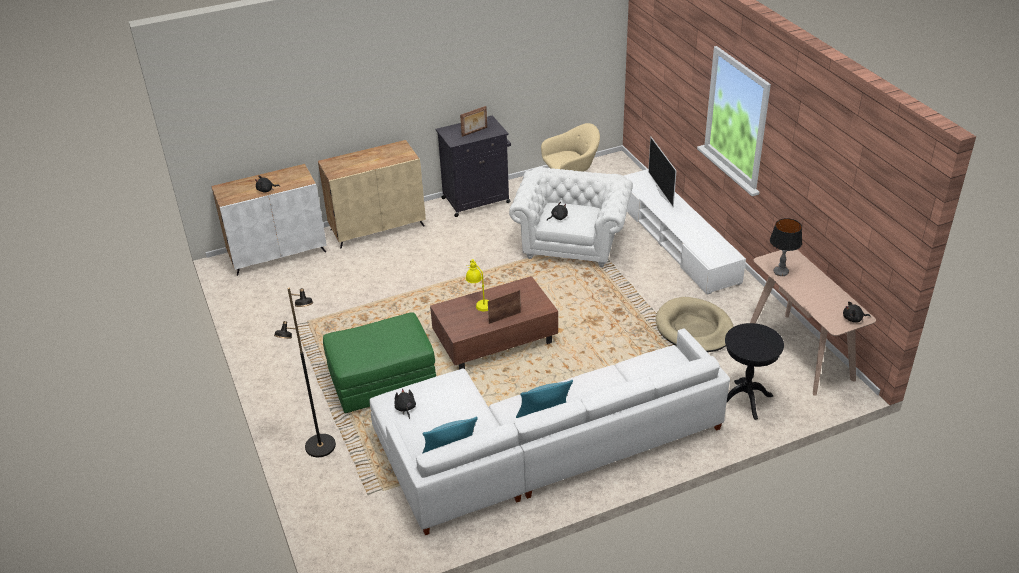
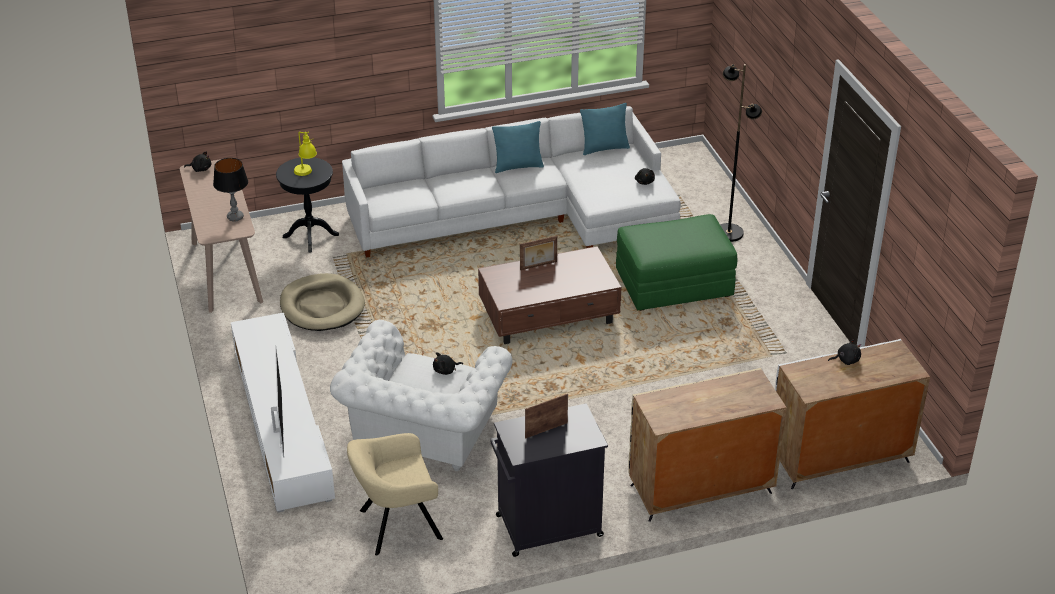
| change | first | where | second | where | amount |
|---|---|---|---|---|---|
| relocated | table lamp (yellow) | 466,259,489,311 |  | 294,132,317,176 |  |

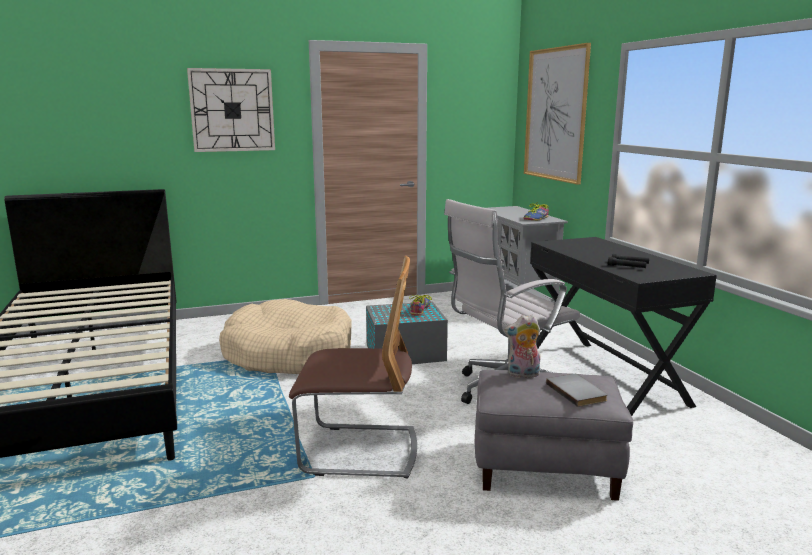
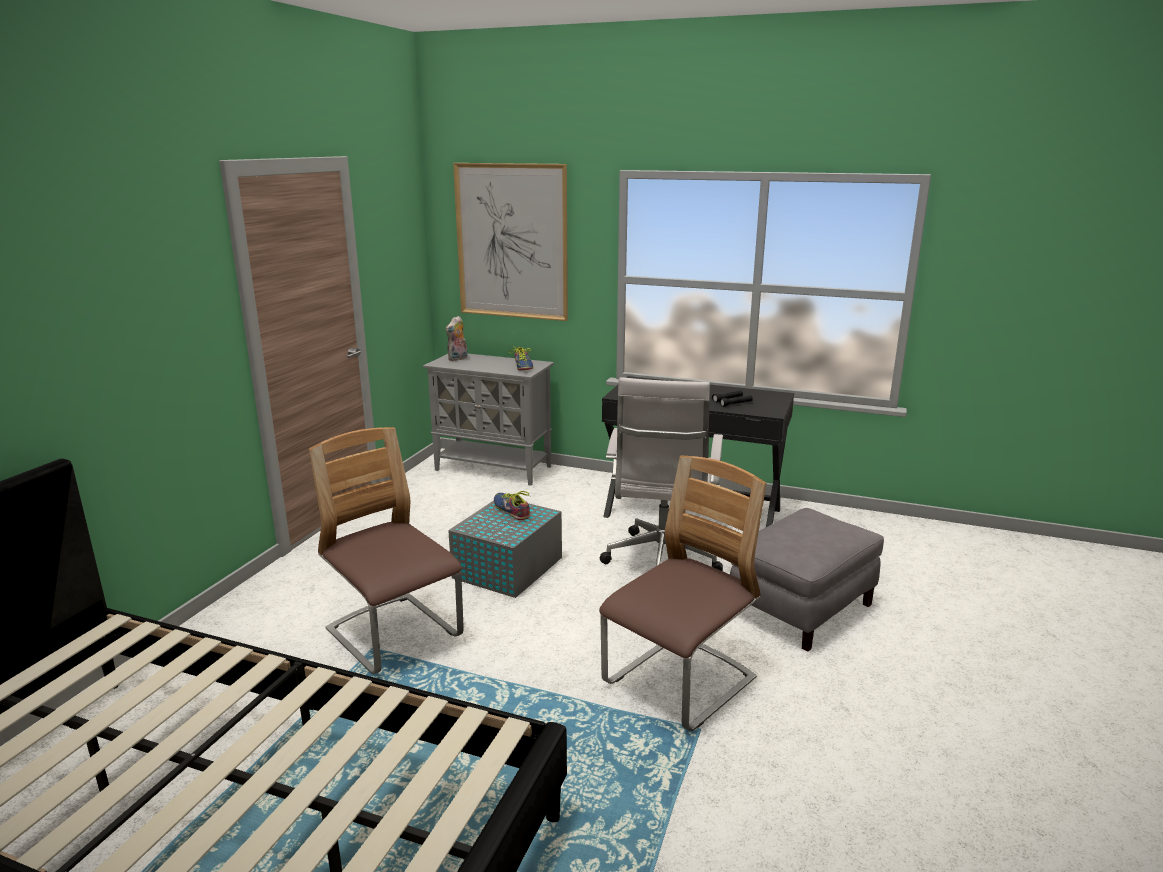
| change | first | where | second | where | amount |
|---|---|---|---|---|---|
| missing | wall clock | 187,68,275,152 |  |  |  |
| exchanged | dog bed (beige) | 219,299,352,374 | chair | 309,427,464,674 |  |
| relocated | plush toy | 505,314,540,378 |  | 446,316,467,361 |  |
| missing | book (grey) | 546,374,608,407 |  |  |  |

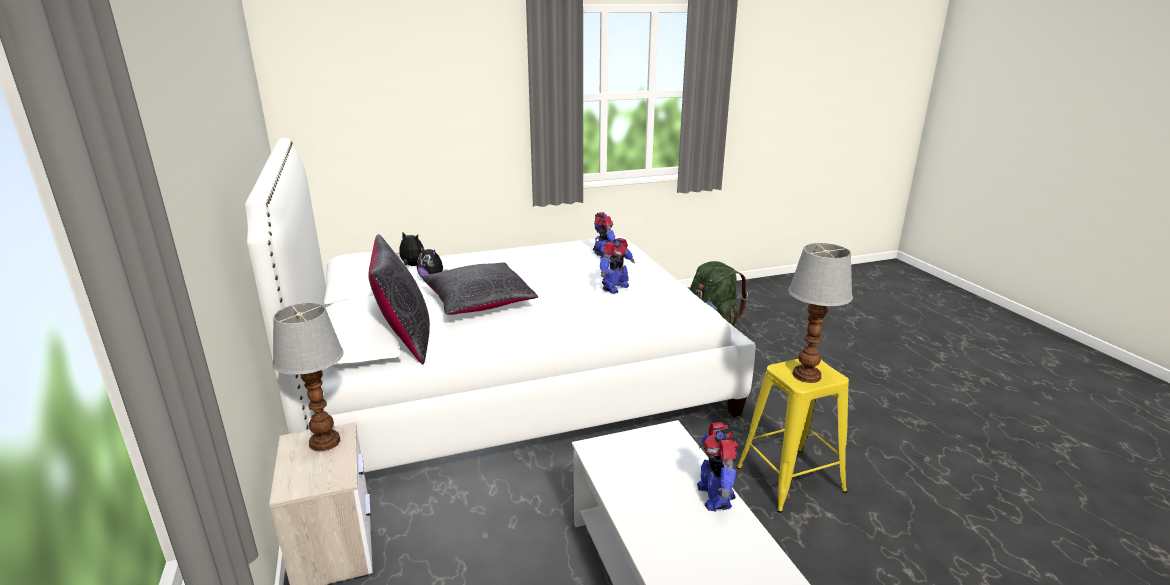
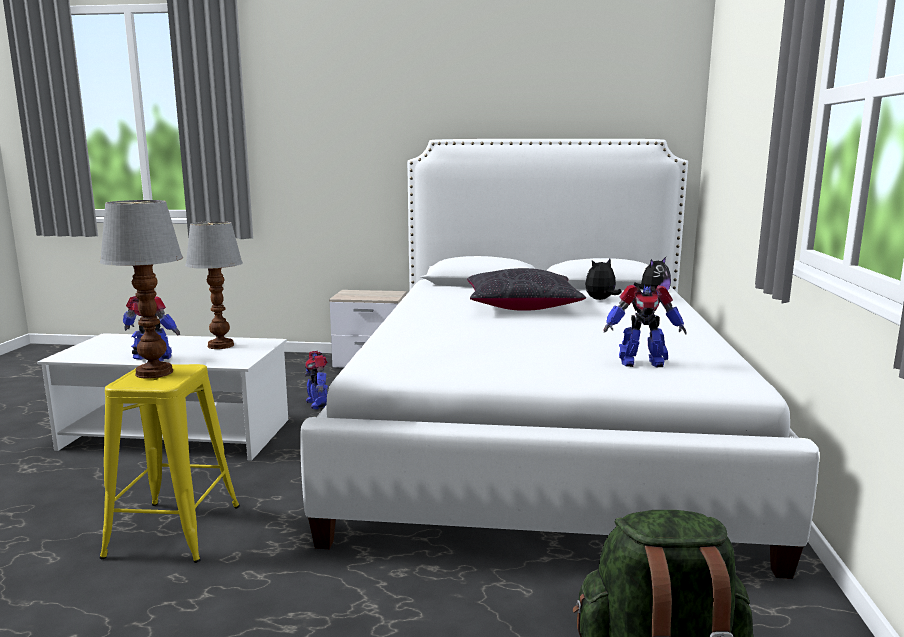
| change | first | where | second | where | amount |
|---|---|---|---|---|---|
| missing | pillow (black) | 368,234,430,364 |  |  |  |
| relocated | toy robot | 600,238,635,294 |  | 305,351,328,409 |  |
| relocated | table lamp | 272,303,344,452 |  | 185,221,243,349 |  |

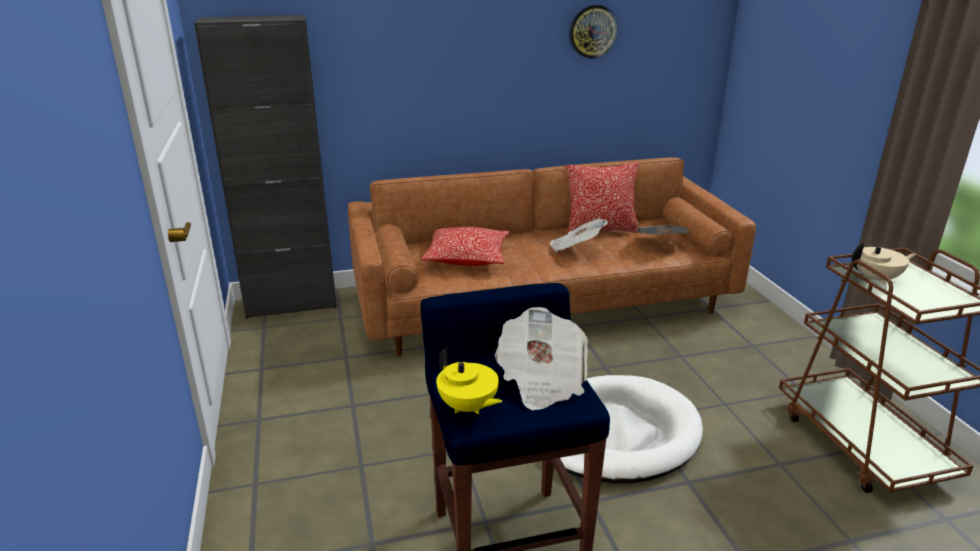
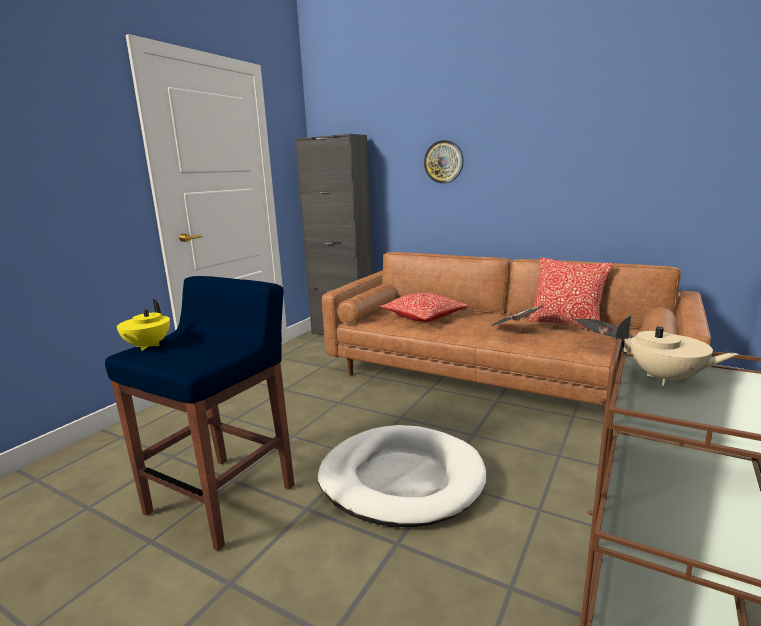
| change | first | where | second | where | amount |
|---|---|---|---|---|---|
| relocated | wall clock | 569,4,618,59 |  | 424,140,464,183 |  |
| missing | newspaper | 495,307,588,410 |  |  |  |

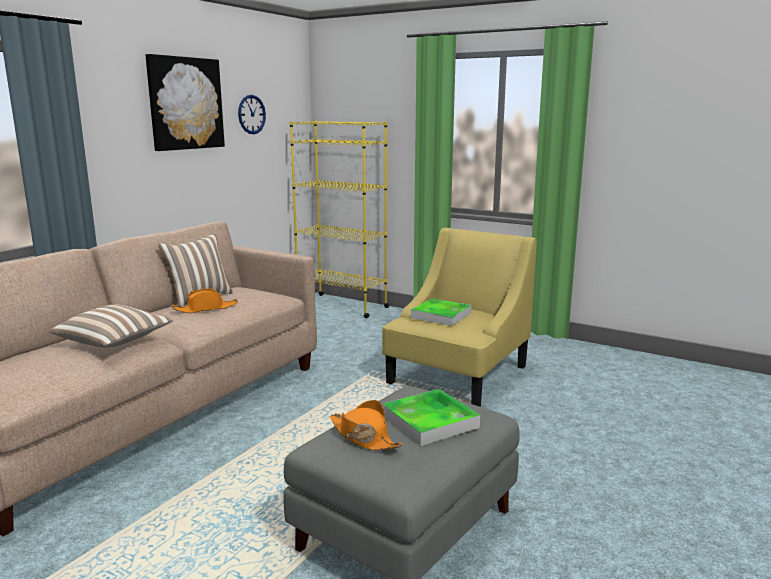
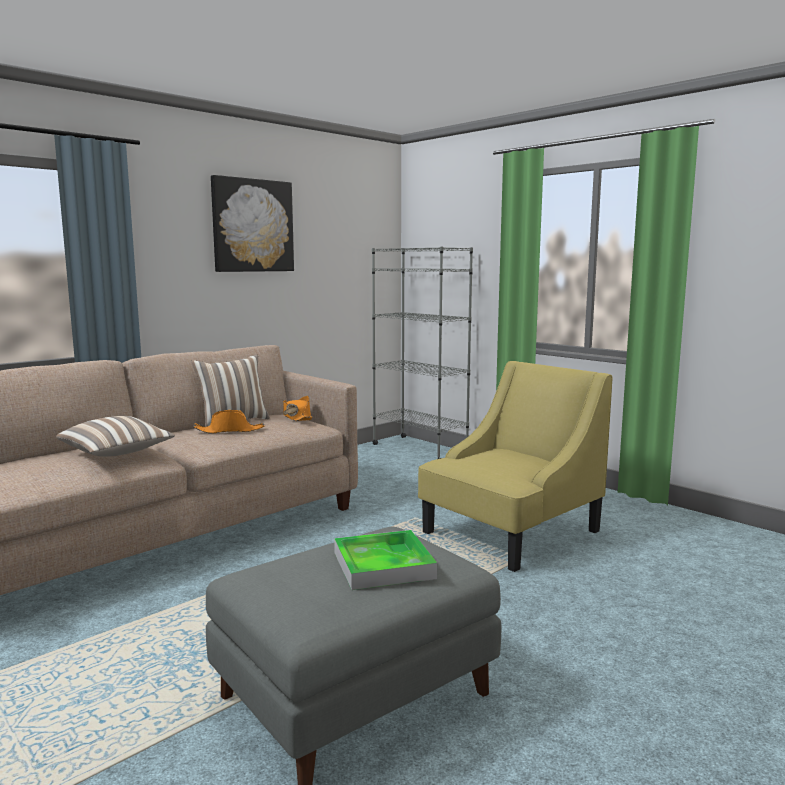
| change | first | where | second | where | amount |
|---|---|---|---|---|---|
| missing | wall clock | 238,95,266,134 |  |  |  |
| colour | bookcase (yellow) | 290,121,390,318 | bookcase (grey) | 372,246,473,459 |  |
| missing | tray | 411,298,471,326 |  |  |  |
| relocated | hat (orange) | 330,400,403,451 |  | 283,396,312,421 |  |

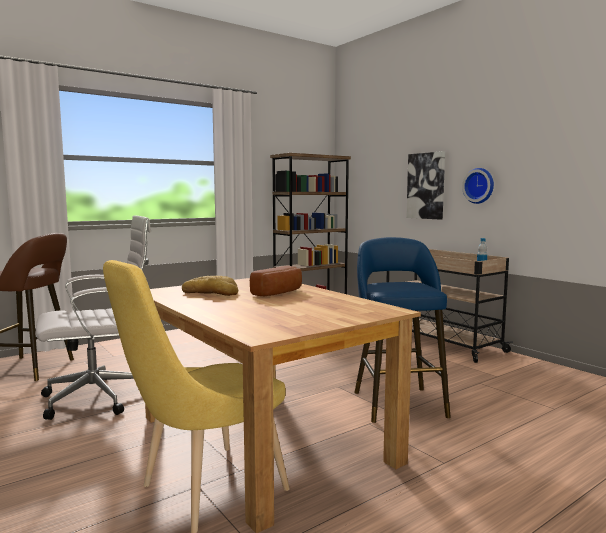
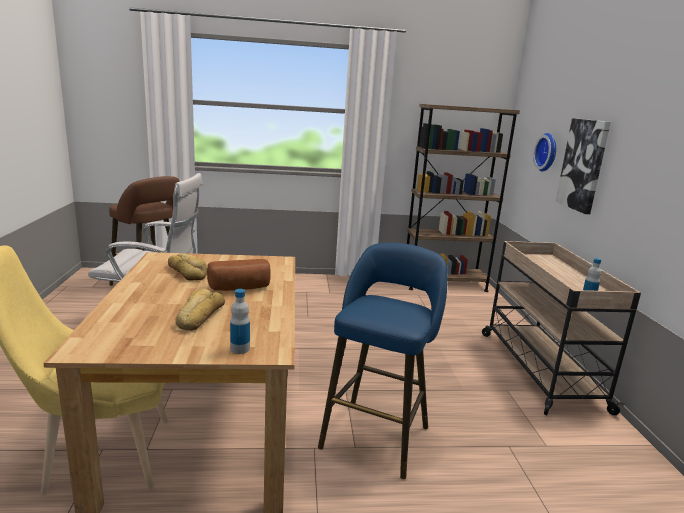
| change | first | where | second | where | amount |
|---|---|---|---|---|---|
| relocated | wall clock | 462,168,494,204 |  | 533,133,556,171 |  |
| appeared |  |  | bread | 175,289,225,331 |  |
| appeared |  |  | bottle | 230,289,250,354 |  |

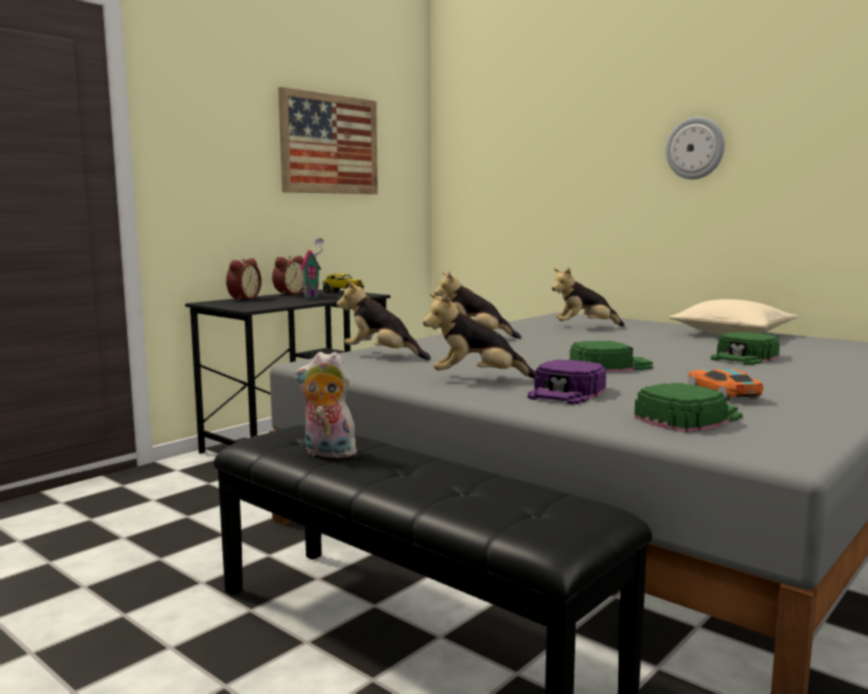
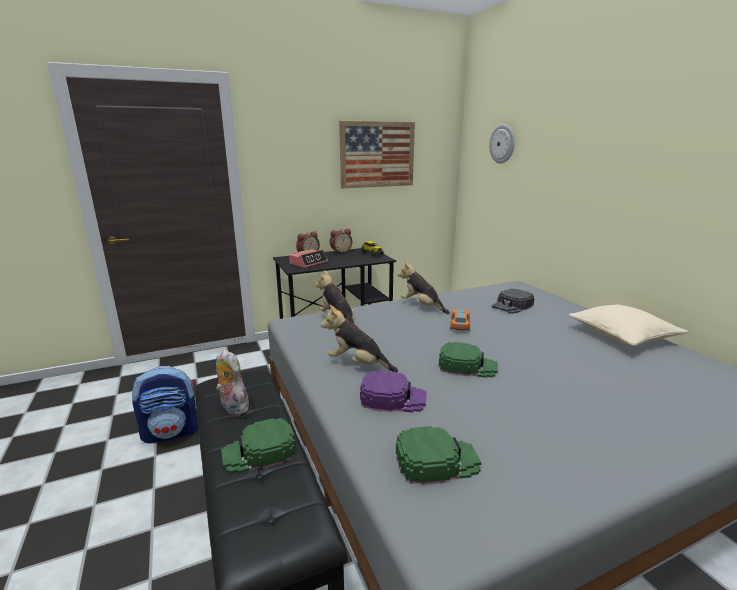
| change | first | where | second | where | amount |
|---|---|---|---|---|---|
| relocated | wall clock | 666,117,725,179 |  | 489,124,515,163 |  |
| missing | toy house | 300,238,324,299 |  |  |  |
| exchanged | plush toy | 552,267,625,326 | cap (black) | 492,288,534,314 |  |
| relocated | cap (green) | 711,332,780,365 |  | 221,418,296,473 |  |
| spun | cap (purple) | 528,359,606,405 |  | 360,370,427,412 | 135 degrees counterclockwise |
| relocated | toy car | 688,369,764,400 |  | 450,309,470,331 |  |
| appeared |  |  | alarm clock | 289,249,328,268 |  |
| appeared |  |  | backpack | 132,366,198,443 |  |

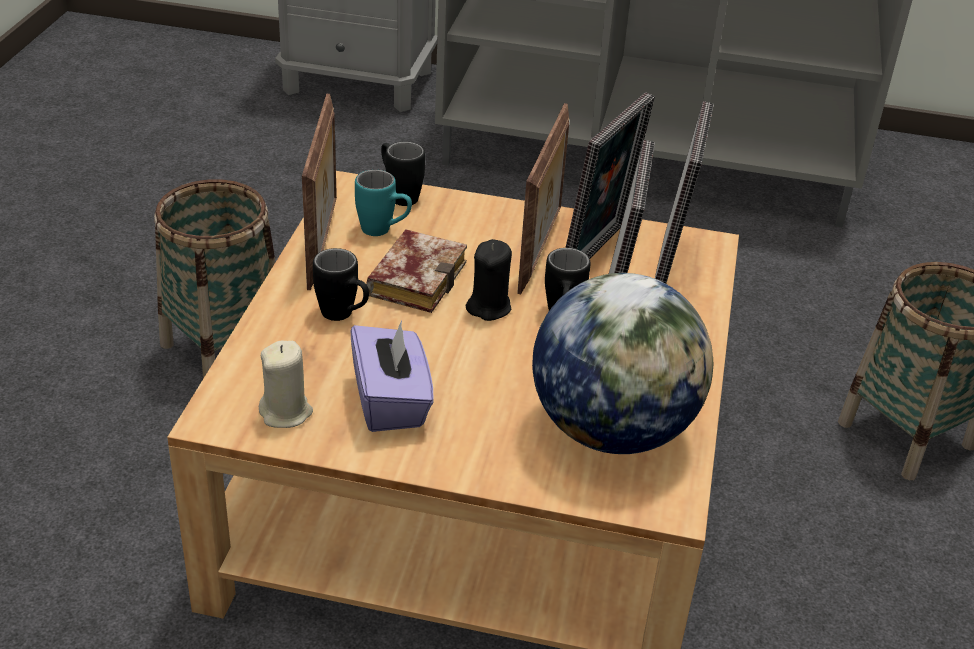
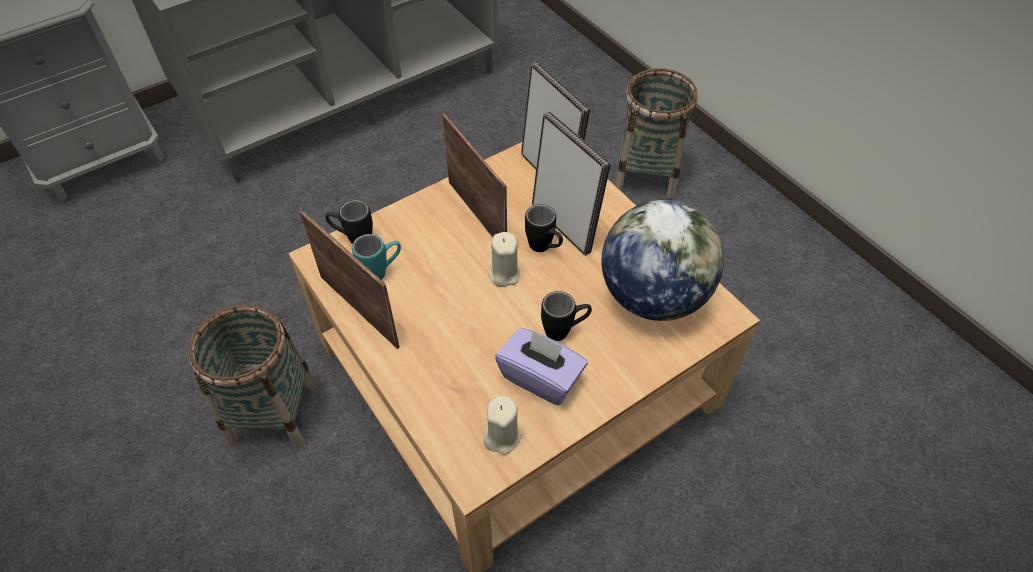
| change | first | where | second | where | amount |
|---|---|---|---|---|---|
| missing | picture frame | 565,92,655,259 |  |  |  |
| missing | book | 366,229,467,313 |  |  |  |
| colour | candle (black) | 466,239,512,321 | candle (beige) | 489,232,520,287 |  |
| relocated | mug (black) | 313,248,369,321 |  | 541,291,592,341 |  |

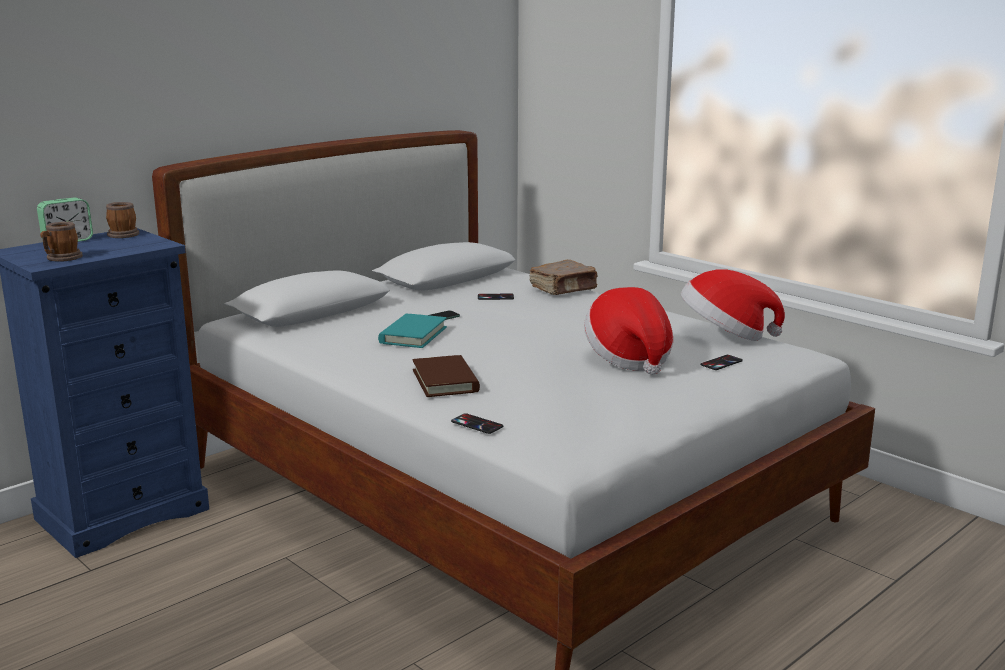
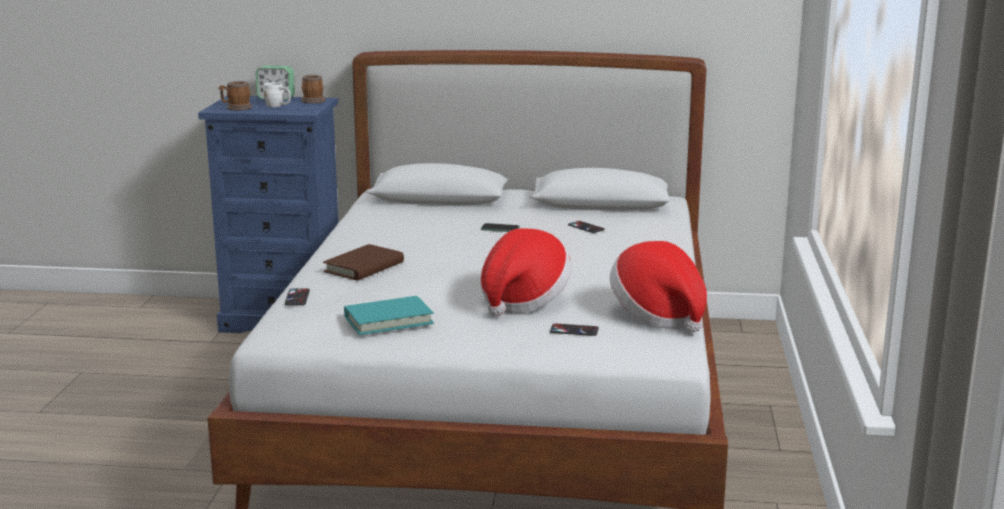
| change | first | where | second | where | amount |
|---|---|---|---|---|---|
| missing | book (brown) | 529,260,598,295 |  |  |  |
| relocated | book (turquoise) | 378,314,447,348 |  | 344,296,434,335 |  |
| appeared |  |  | mug (white) | 263,82,291,107 |  |

